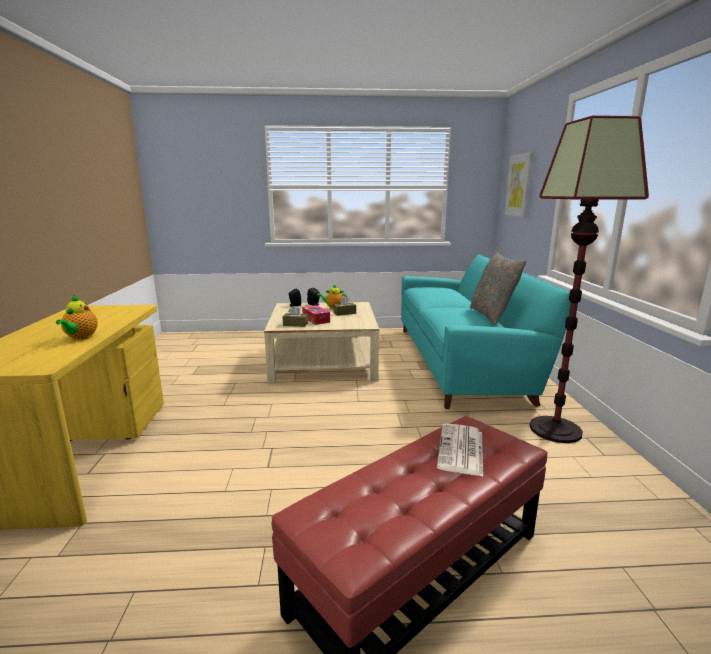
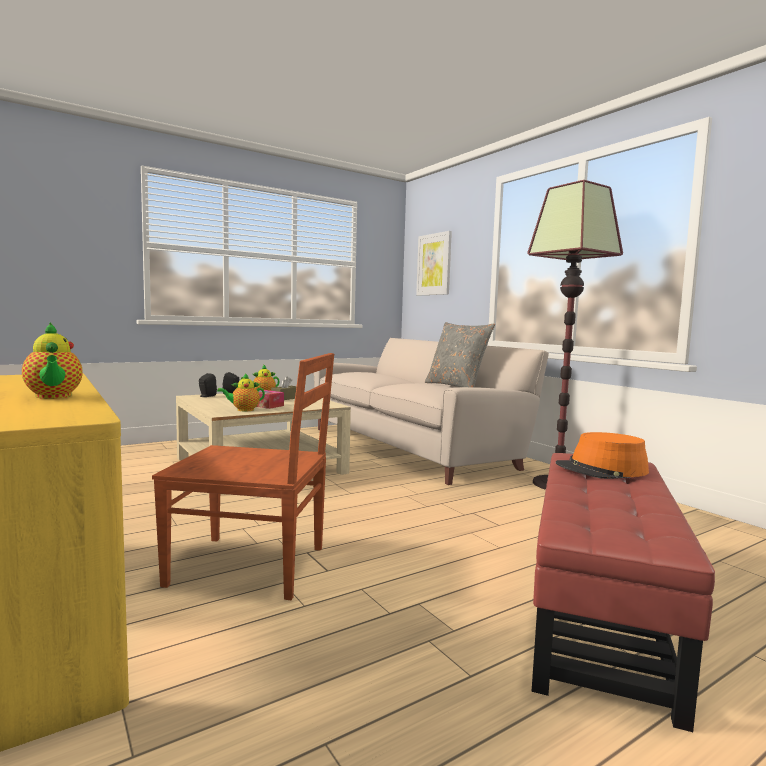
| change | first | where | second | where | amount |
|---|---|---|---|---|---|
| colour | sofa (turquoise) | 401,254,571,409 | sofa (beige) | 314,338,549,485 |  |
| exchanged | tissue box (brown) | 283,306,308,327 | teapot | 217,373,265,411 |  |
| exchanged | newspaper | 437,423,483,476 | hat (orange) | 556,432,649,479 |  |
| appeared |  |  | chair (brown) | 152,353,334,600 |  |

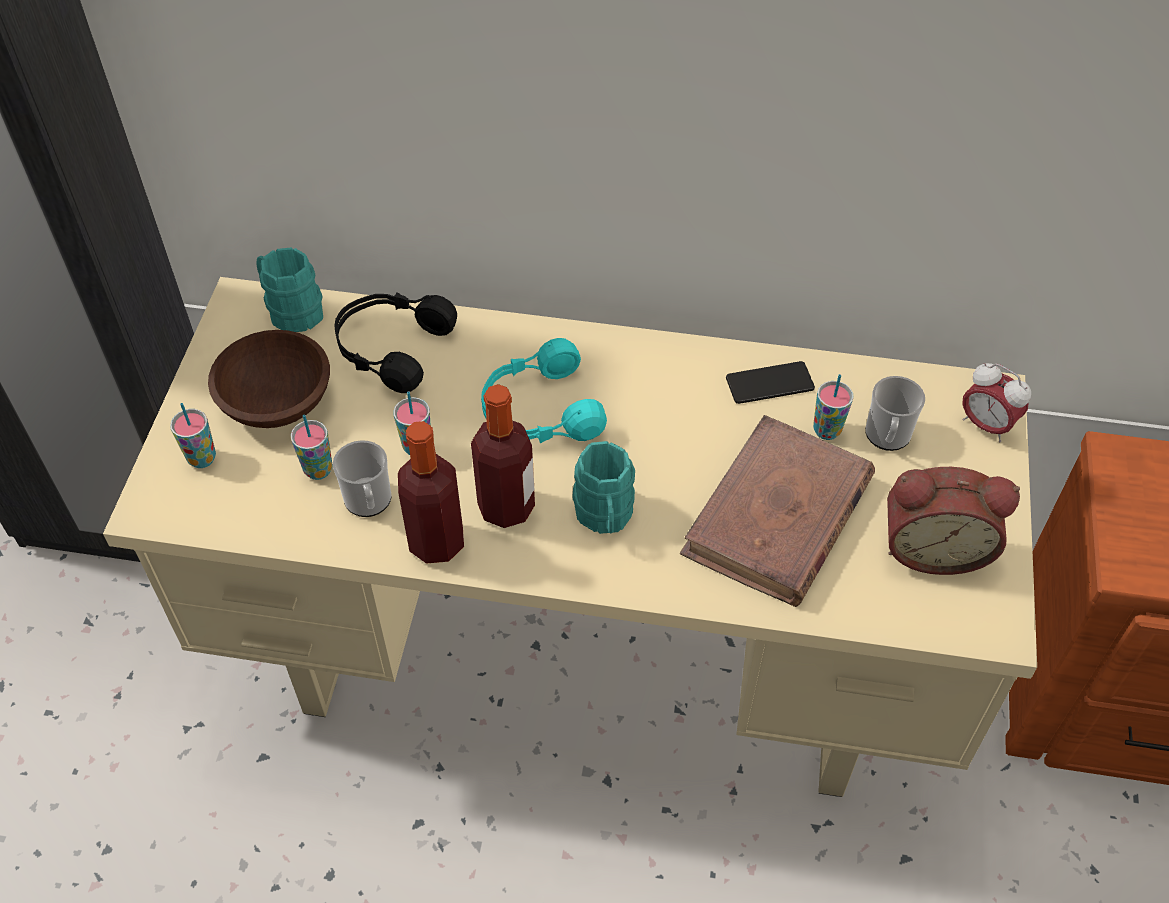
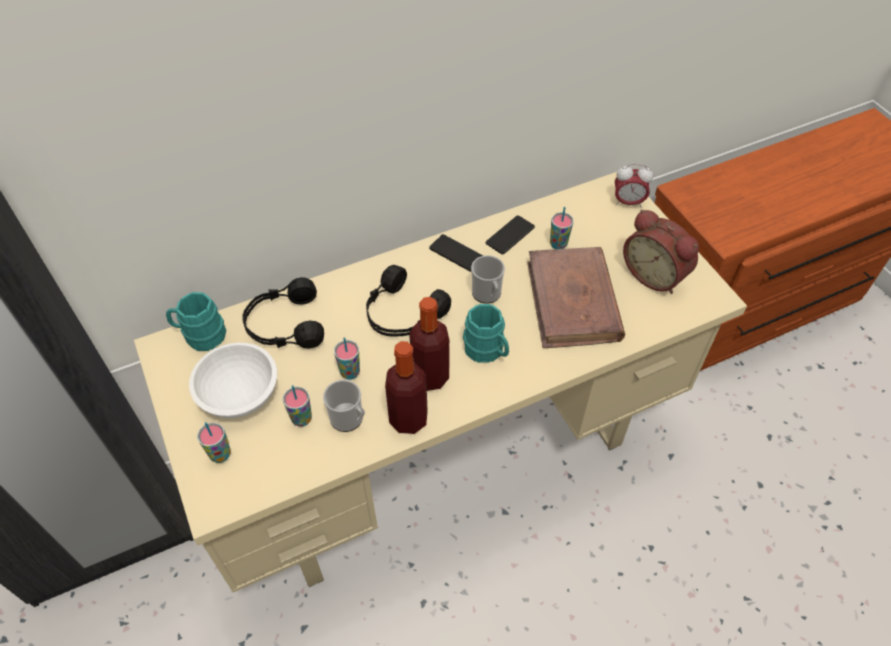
| change | first | where | second | where | amount |
|---|---|---|---|---|---|
| colour | bowl (brown) | 208,330,330,428 | bowl (white) | 189,343,277,418 |  |
| colour | headphones (turquoise) | 481,338,607,444 | headphones (black) | 366,265,451,337 |  |
| relocated | mug | 865,376,925,451 |  | 471,255,505,304 |  |
| spun | alarm clock | 887,467,1020,575 |  | 623,209,699,294 | 75 degrees clockwise |
| appeared |  |  | phone | 429,234,483,271 |  |

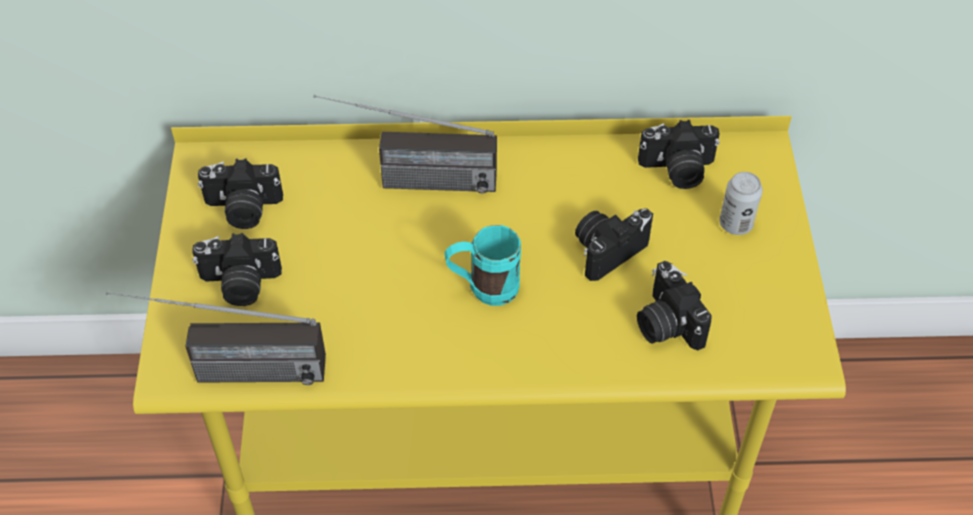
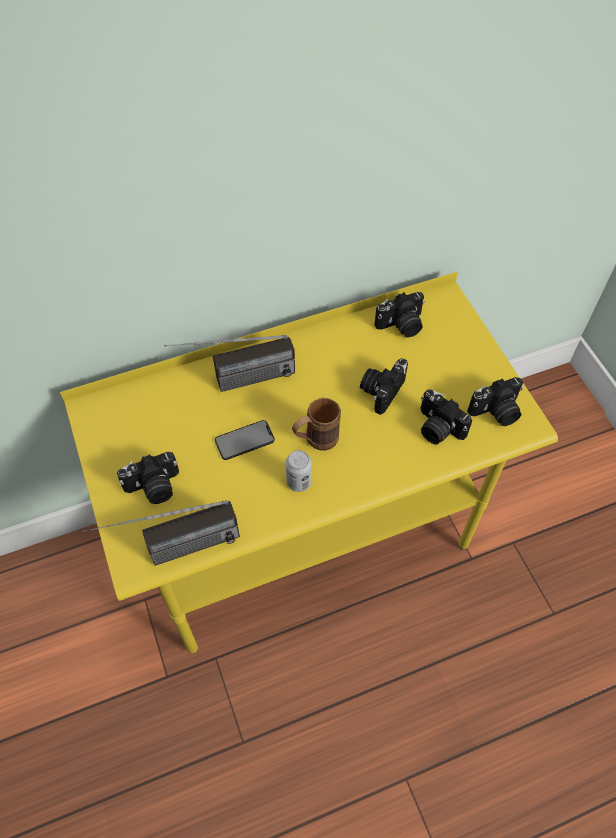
| change | first | where | second | where | amount |
|---|---|---|---|---|---|
| relocated | photo camera | 198,159,283,229 |  | 467,377,524,426 |  |
| relocated | can | 719,172,763,235 |  | 286,450,312,492 |  |
| colour | mug (turquoise) | 444,225,521,306 | mug (brown) | 292,398,341,451 |  |
| appeared |  |  | phone | 215,420,275,460 |  |

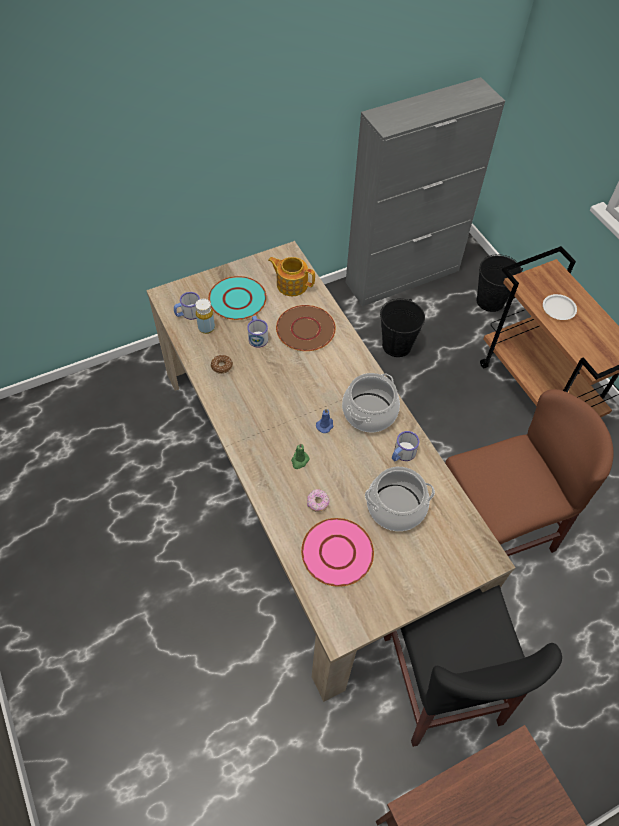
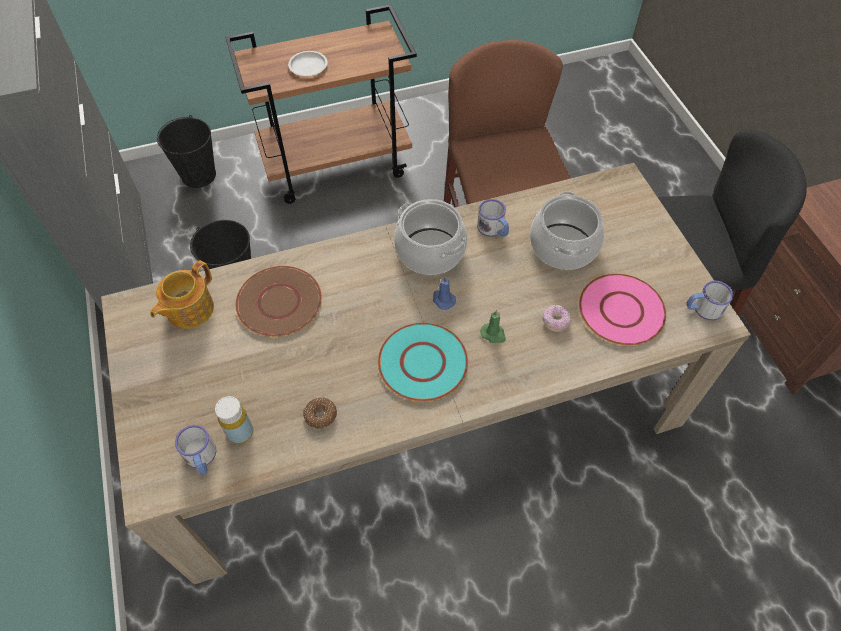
| change | first | where | second | where | amount |
|---|---|---|---|---|---|
| relocated | plate (turquoise) | 208,276,267,320 |  | 378,323,468,402 |  |
| relocated | mug | 247,316,268,348 |  | 686,281,733,320 |  |

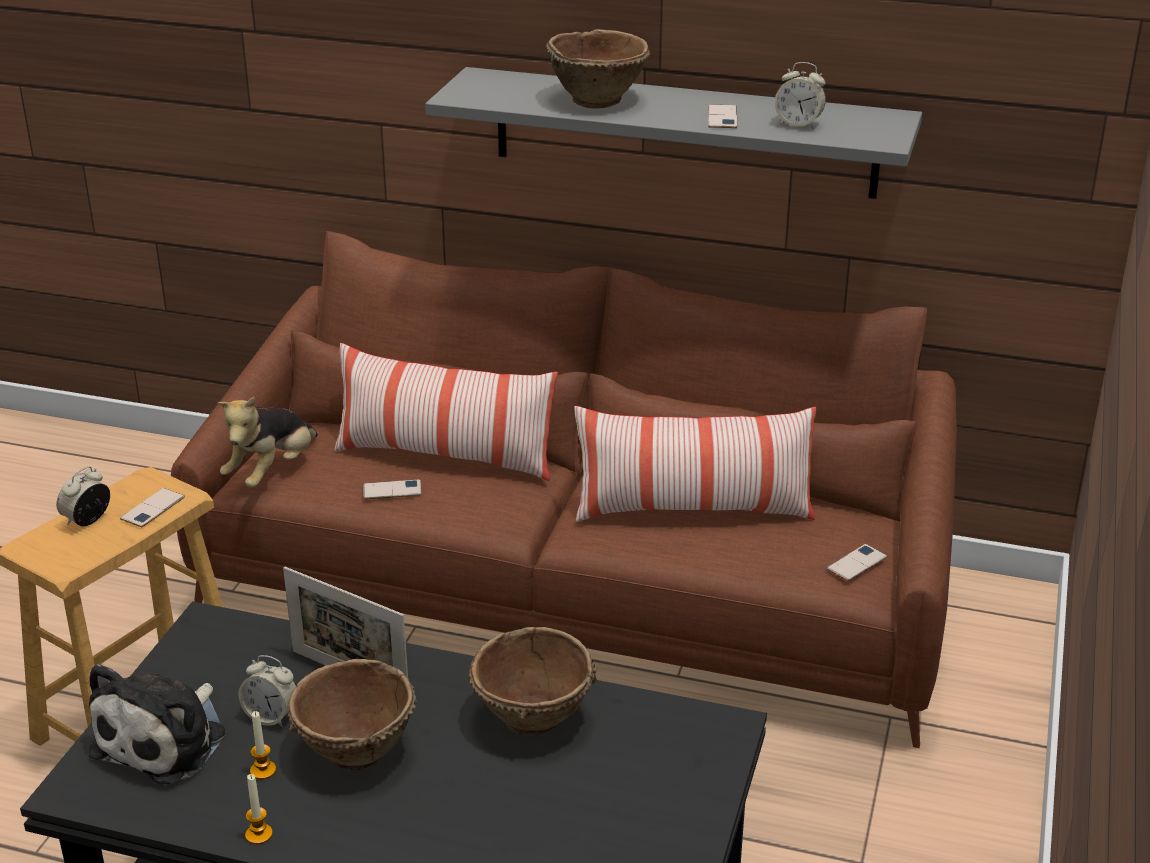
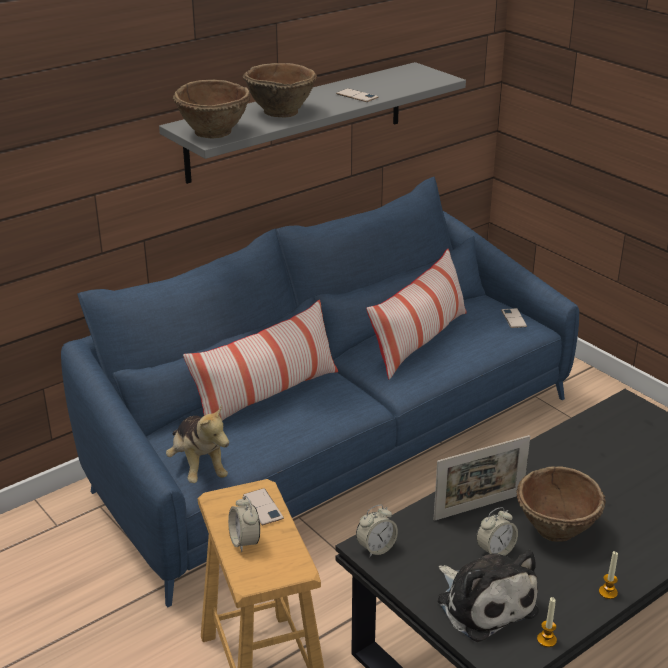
| change | first | where | second | where | amount |
|---|---|---|---|---|---|
| relocated | alarm clock | 775,62,826,129 |  | 356,505,398,557 |  |
| colour | sofa (brown) | 171,231,957,748 | sofa (blue) | 61,176,579,607 |  |
| missing | phone | 363,480,422,499 |  |  |  |
| relocated | bowl (brown) | 469,627,597,735 |  | 173,80,251,138 |  |
| relocated | candle | 250,711,276,780 |  | 537,597,557,647 |  |

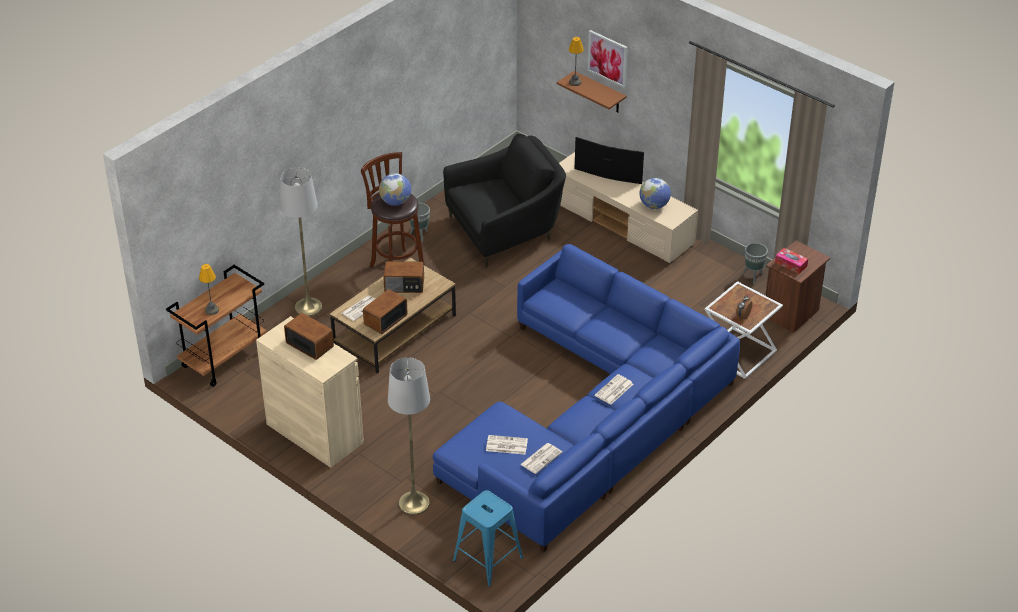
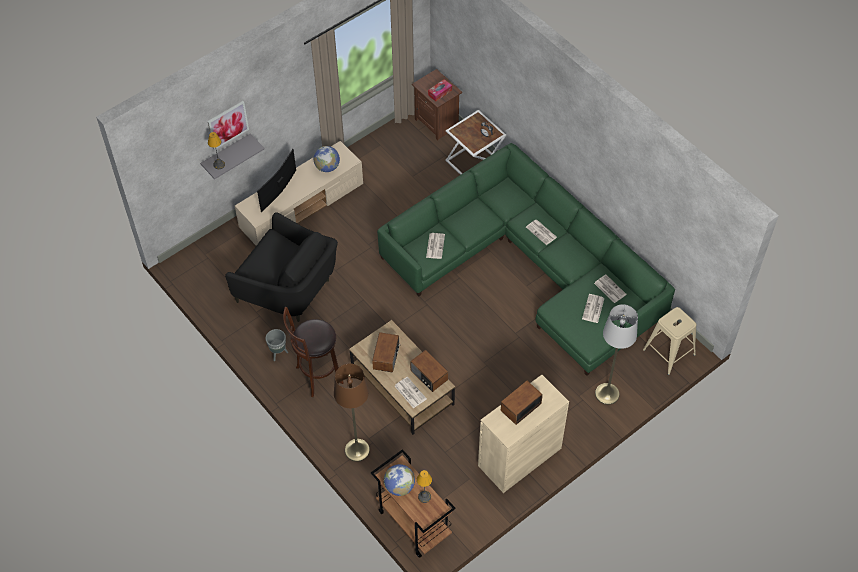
| change | first | where | second | where | amount |
|---|---|---|---|---|---|
| colour | shelf (brown) | 557,71,627,113 | shelf (grey) | 200,134,265,179 |  |
| spun | armchair (black) | 443,134,566,268 |  | 225,212,338,322 | 135 degrees clockwise |
| colour | floor lamp (grey) | 280,168,322,316 | floor lamp (brown) | 334,363,370,462 |  |
| relocated | globe | 379,173,411,206 |  | 384,464,415,496 |  |
| missing | planter (grey) | 743,243,768,284 |  |  |  |
| colour | sofa (blue) | 433,244,740,552 | sofa (green) | 377,143,675,376 |  |
| colour | stool (blue) | 453,490,523,586 | stool (beige) | 643,307,697,375 |  |
| appeared |  |  | newspaper | 426,233,445,259 |  |

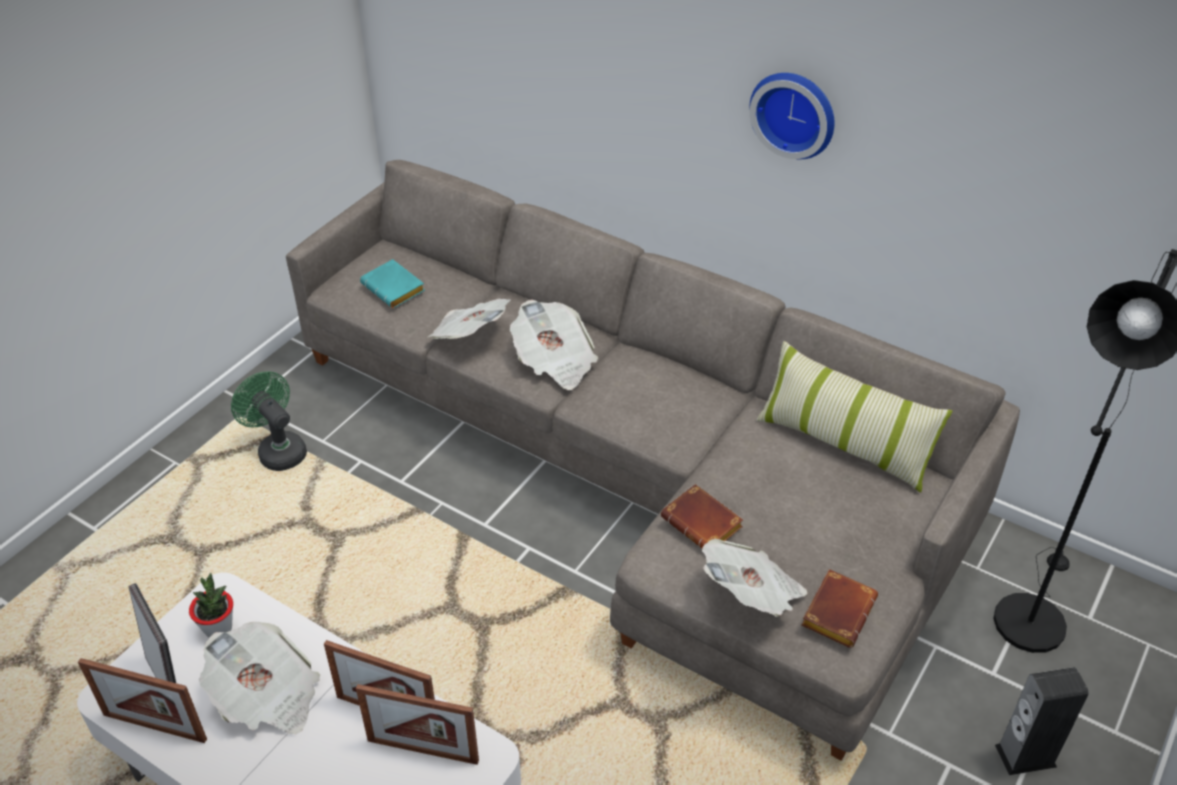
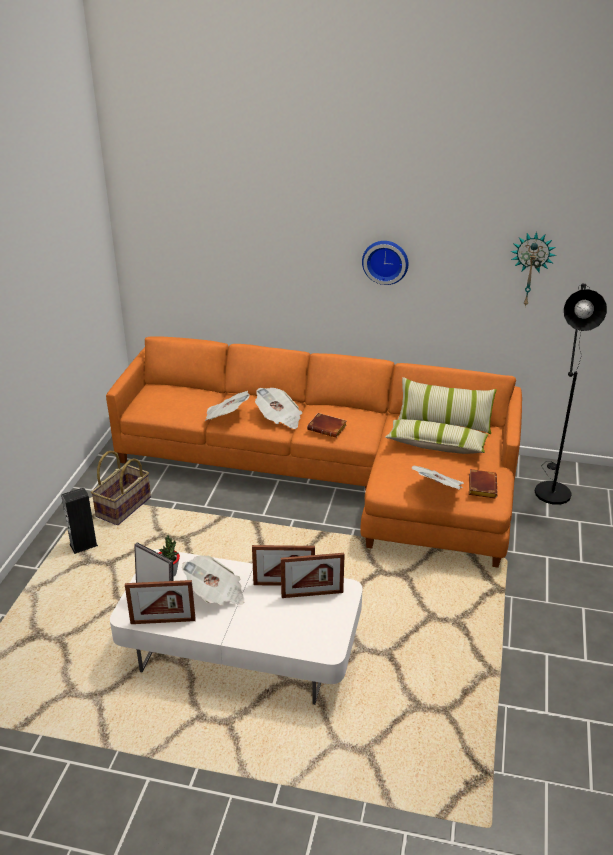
| change | first | where | second | where | amount |
|---|---|---|---|---|---|
| colour | sofa (grey) | 286,160,1020,761 | sofa (orange) | 106,336,522,568 |  |
| missing | book (turquoise) | 360,259,425,308 |  |  |  |
| exchanged | fan (green) | 231,371,307,471 | basket | 91,451,151,525 |  |
| relocated | book (brown) | 661,484,743,548 |  | 307,413,347,438 |  |
| relocated | speaker | 995,667,1089,775 |  | 61,487,98,554 |  |
| appeared |  |  | wall clock | 510,232,556,307 |  |
| appeared |  |  | pillow | 385,419,488,454 |  |

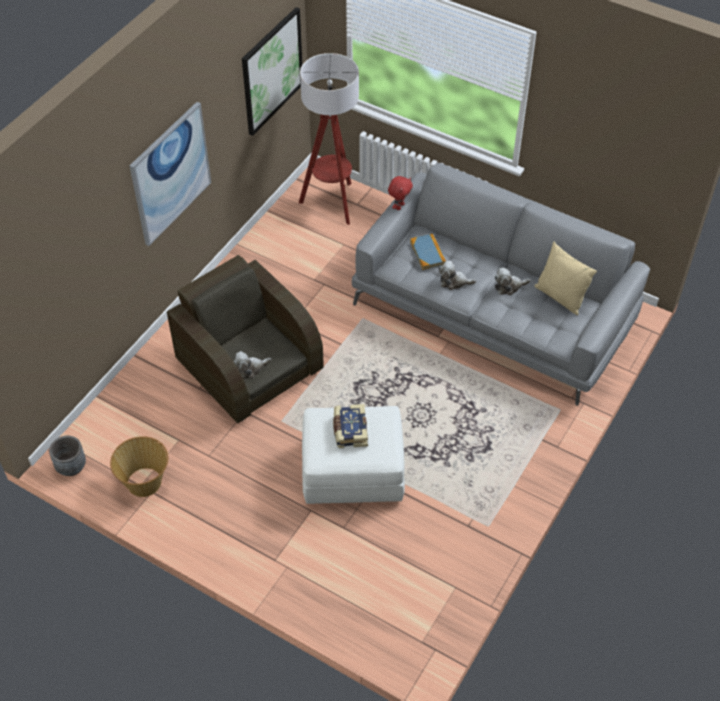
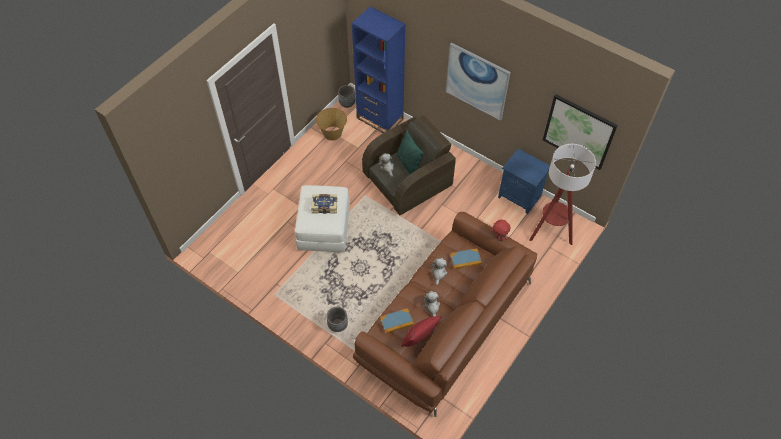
| change | first | where | second | where | amount |
|---|---|---|---|---|---|
| colour | sofa (grey) | 352,163,650,405 | sofa (brown) | 353,212,537,417 |  |
| colour | pillow (beige) | 534,242,597,315 | pillow (red) | 401,316,442,347 |  |
| appeared |  |  | bookcase (blue) | 352,7,405,133 |  |
| appeared |  |  | pillow (green) | 396,130,424,174 |  |
| appeared |  |  | nightstand (blue) | 498,149,550,214 |  |
| appeared |  |  | planter (grey) | 326,307,348,332 |  |
| appeared |  |  | book | 380,308,414,334 |  |

